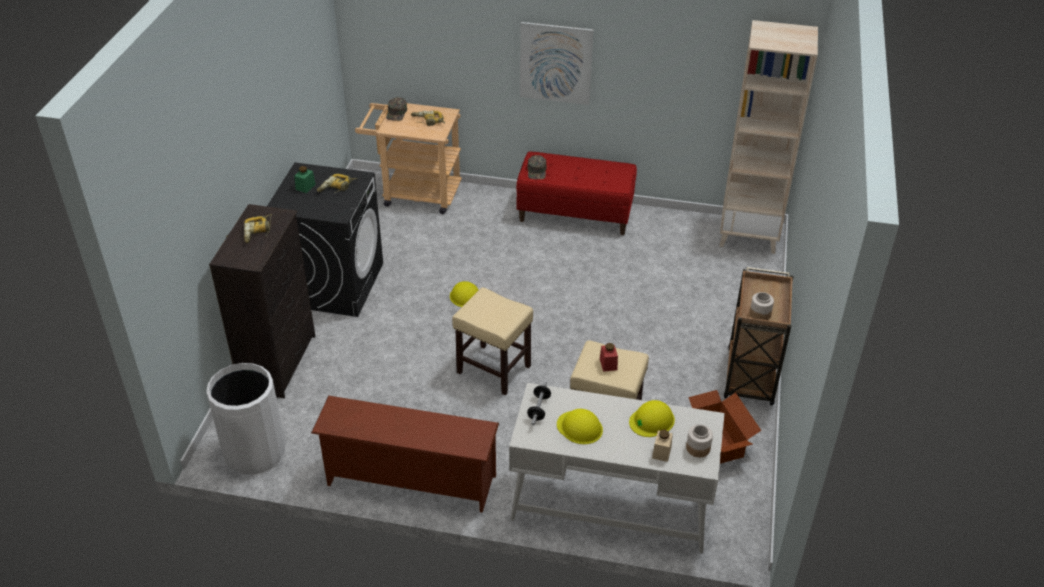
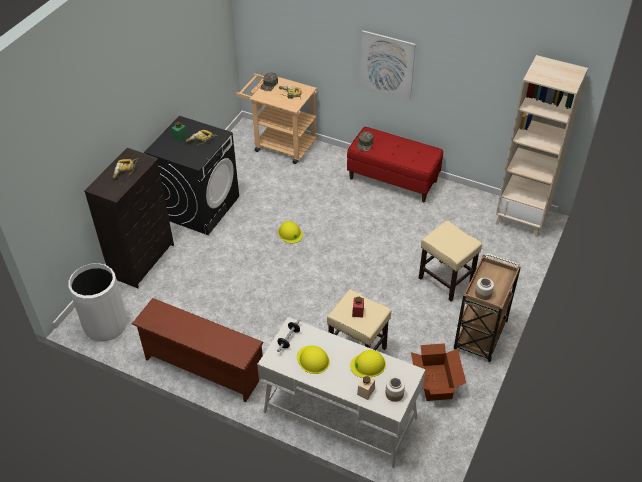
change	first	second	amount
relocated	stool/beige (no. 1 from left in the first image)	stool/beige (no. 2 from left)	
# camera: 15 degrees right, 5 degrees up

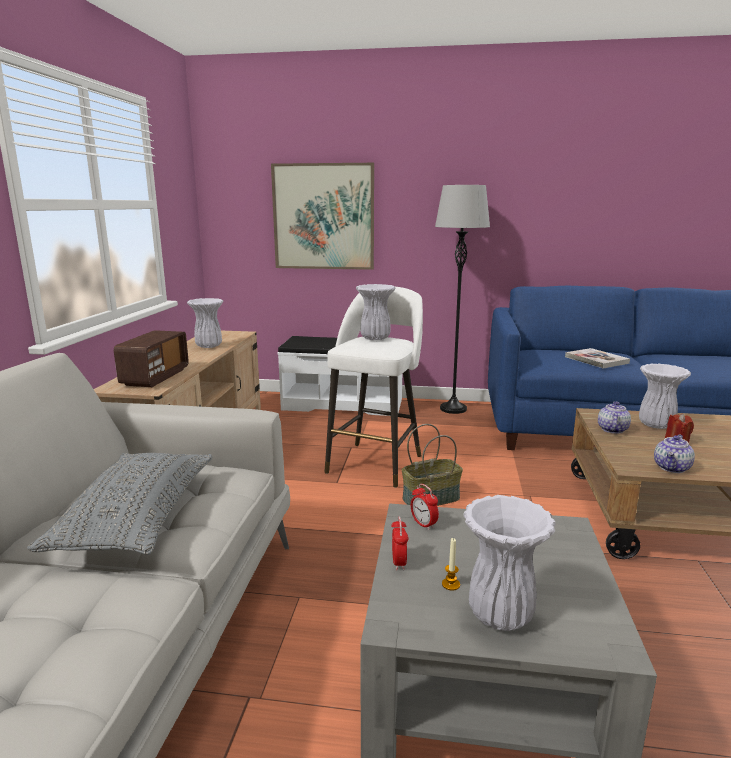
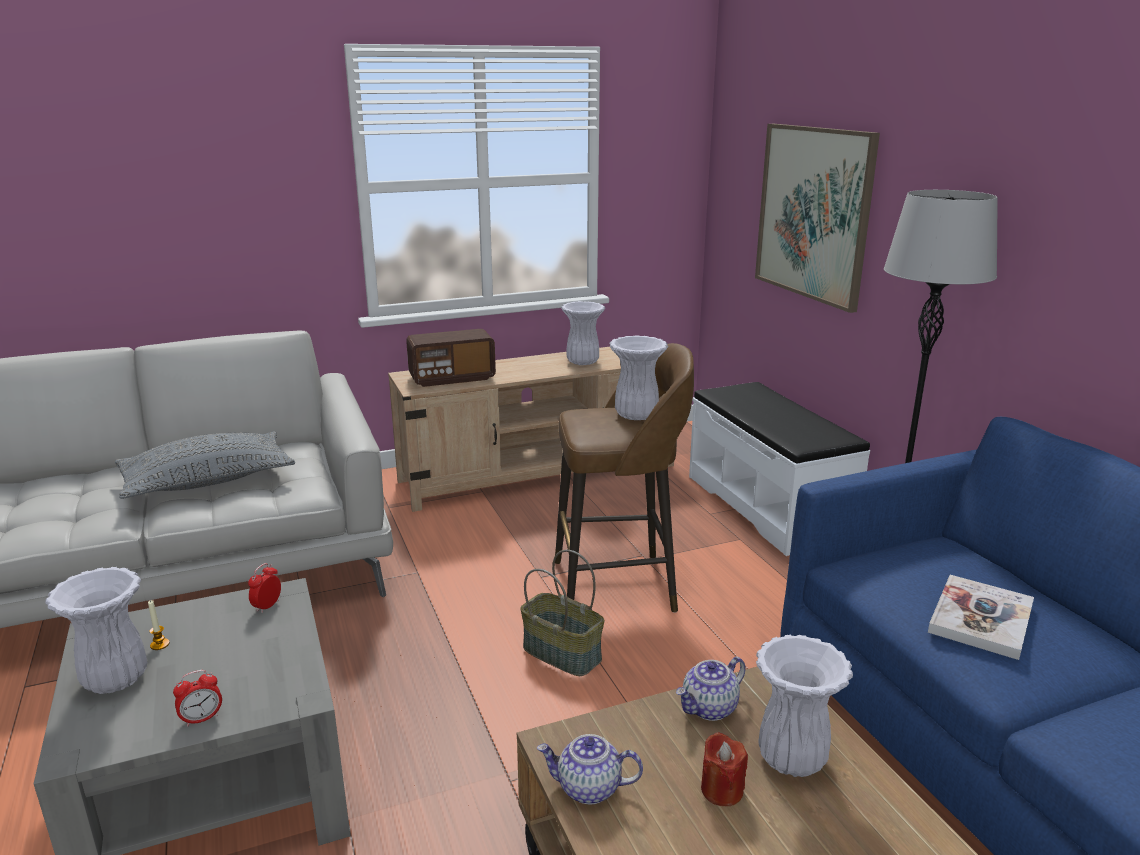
change	first	second	amount
colour	stool/white	stool/brown	
spun	teapot (no. 1 from left in the first image)	teapot (no. 2 from left)	150 degrees clockwise
relocated	alarm clock (no. 1 from left)		
# camera: 60 degrees right, 5 degrees up

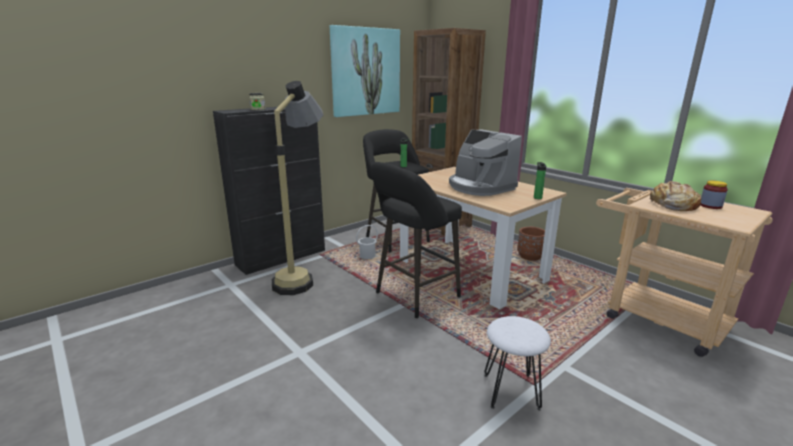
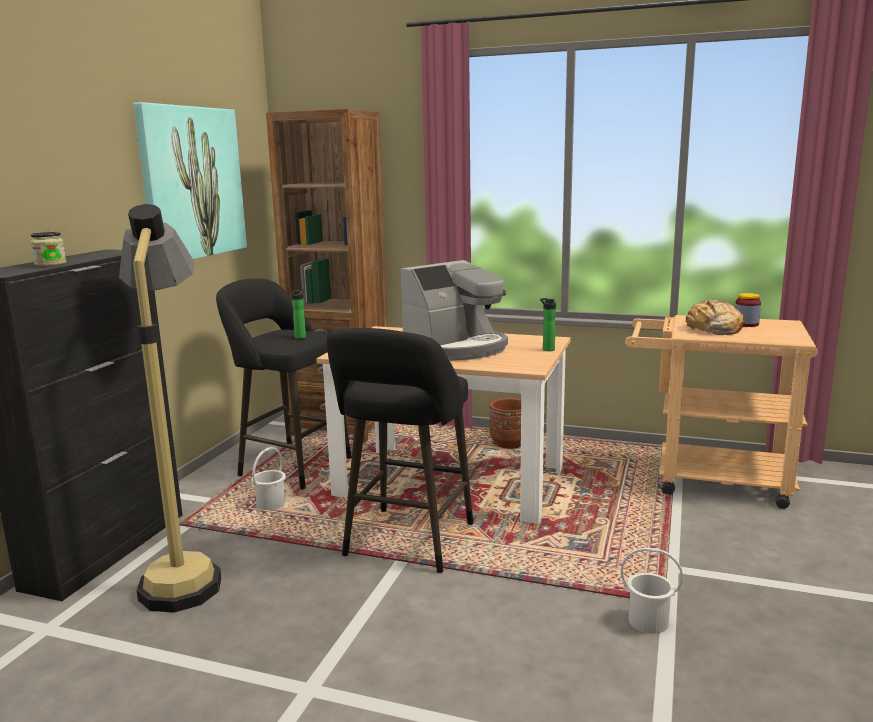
change	first	second	amount
spun	coffee machine		60 degrees counterclockwise
exchanged	stool/white	bucket/white (no. 2 from left)	
# camera: 30 degrees left, 5 degrees down

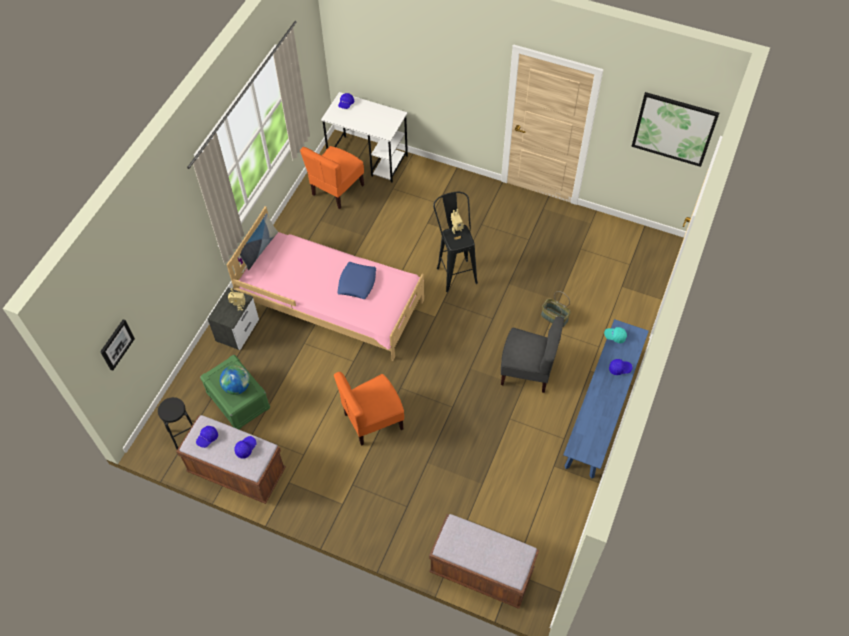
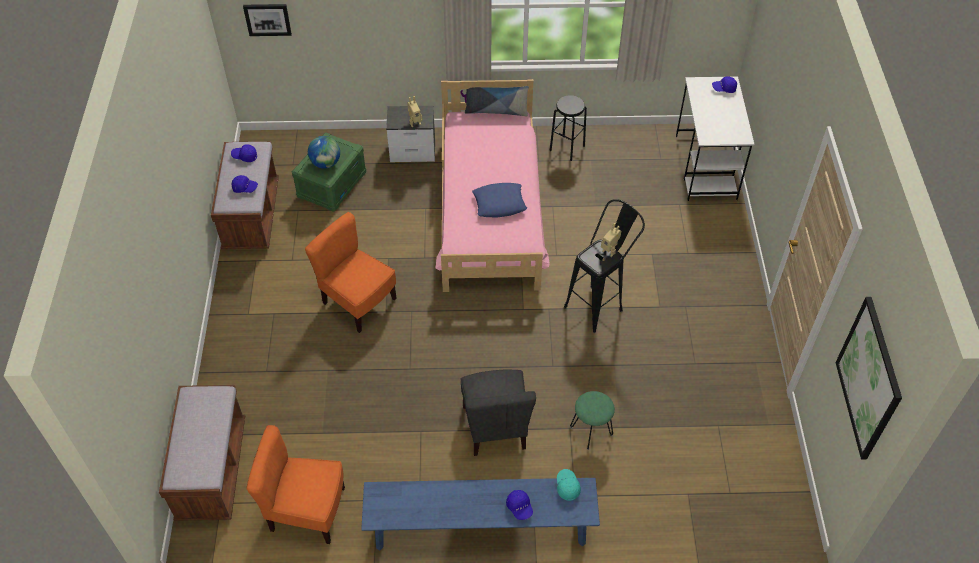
change	first	second	amount
relocated	chair/orange (no. 1 from left)		
exchanged	basket	stool/green	
relocated	stool/black (no. 1 from left)		
# camera: 65 degrees right, 5 degrees down

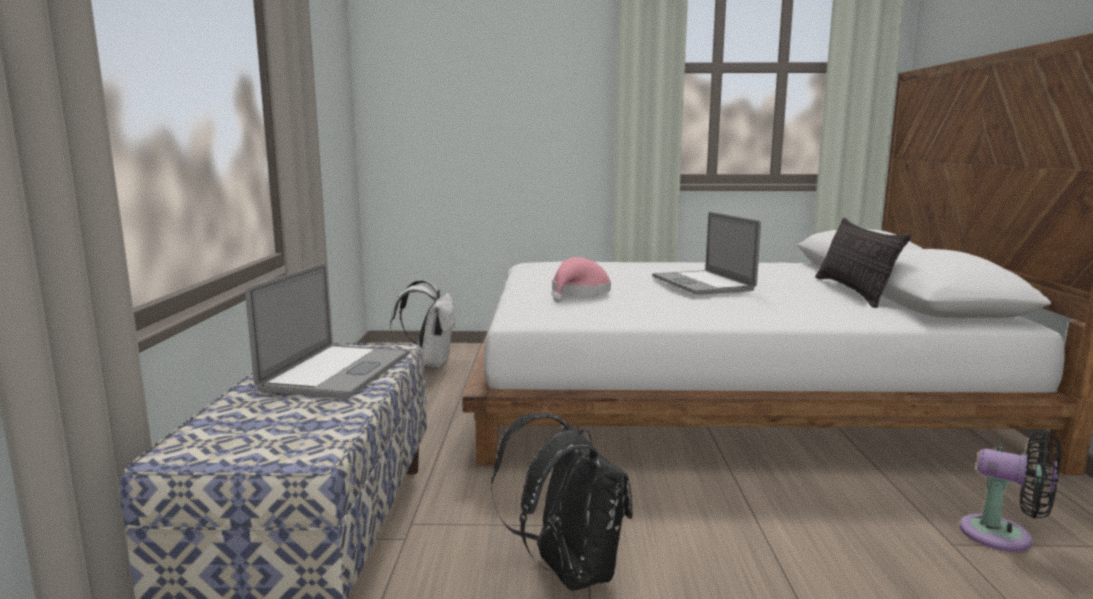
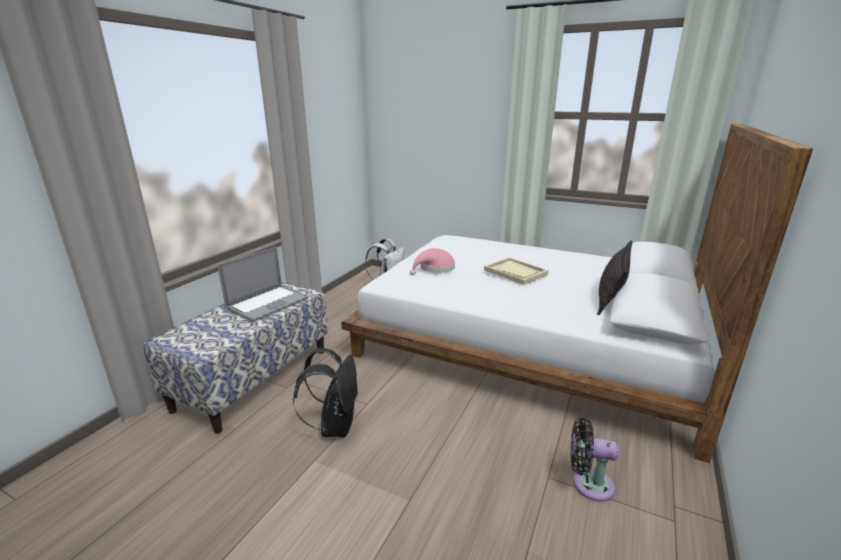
change	first	second	amount
exchanged	laptop (no. 2 from left)	tray/beige	
spun	fan/black		135 degrees clockwise
# camera: 25 degrees right, 10 degrees up

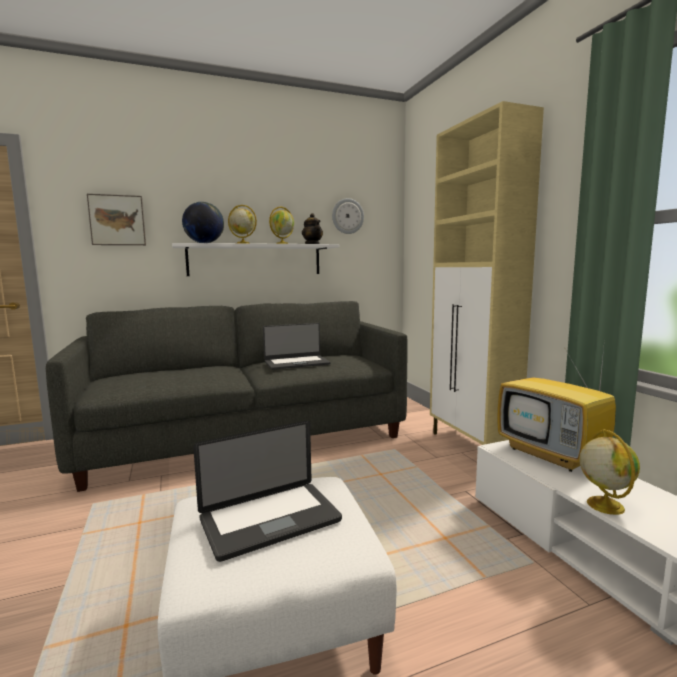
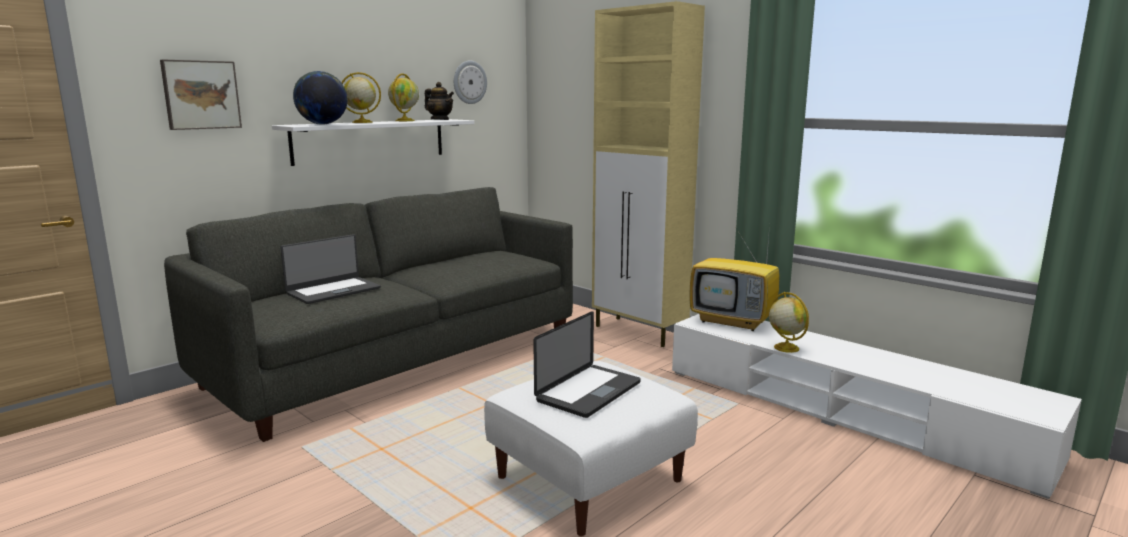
change	first	second	amount
relocated	laptop (no. 2 from left in the first image)	laptop (no. 1 from left)	
# camera: 25 degrees left, 5 degrees up

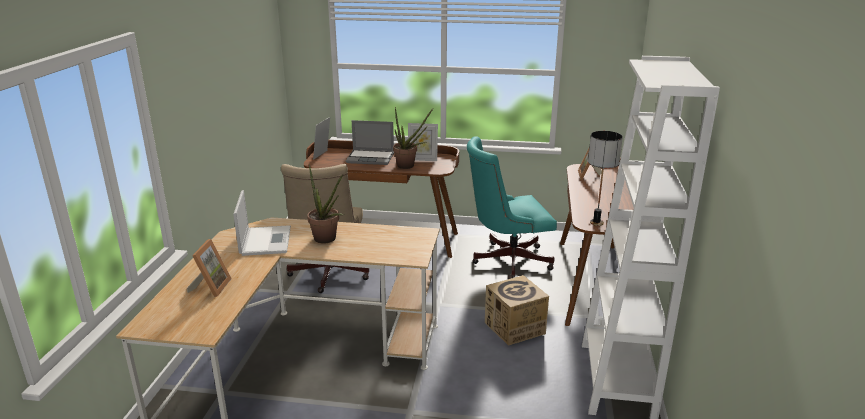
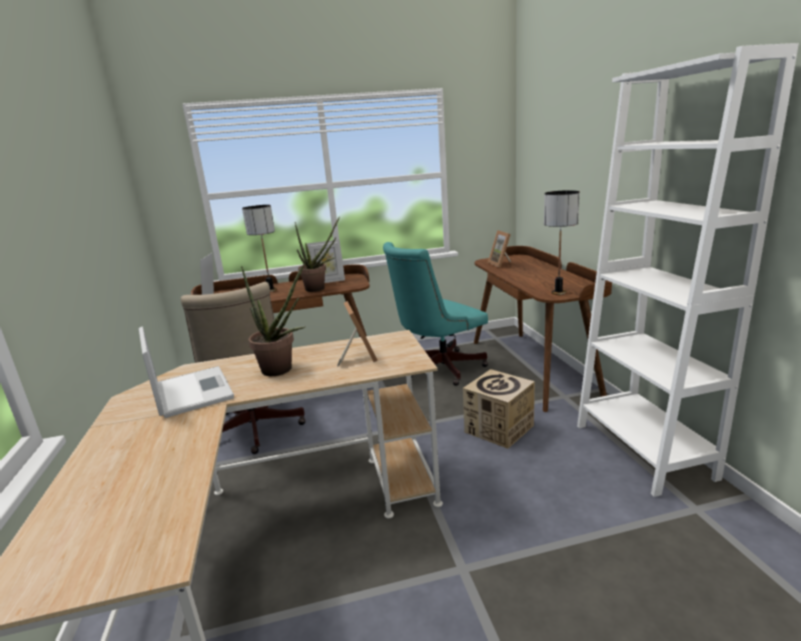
change	first	second	amount
exchanged	laptop (no. 2 from left)	table lamp (no. 1 from left)	
relocated	picture frame (no. 1 from left in the first image)	picture frame (no. 3 from left)	
# camera: 20 degrees left, 5 degrees down

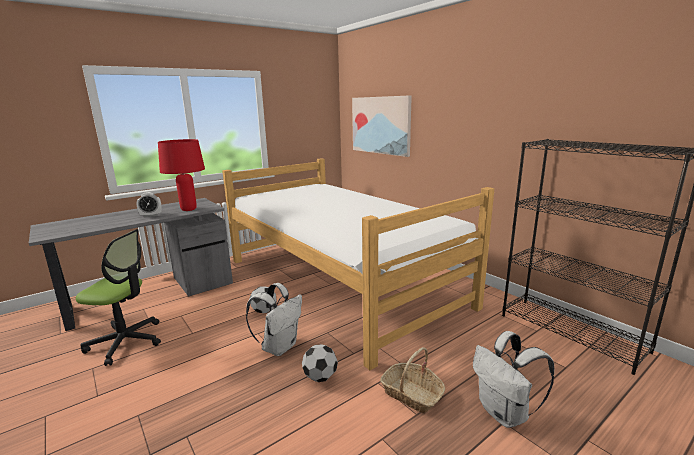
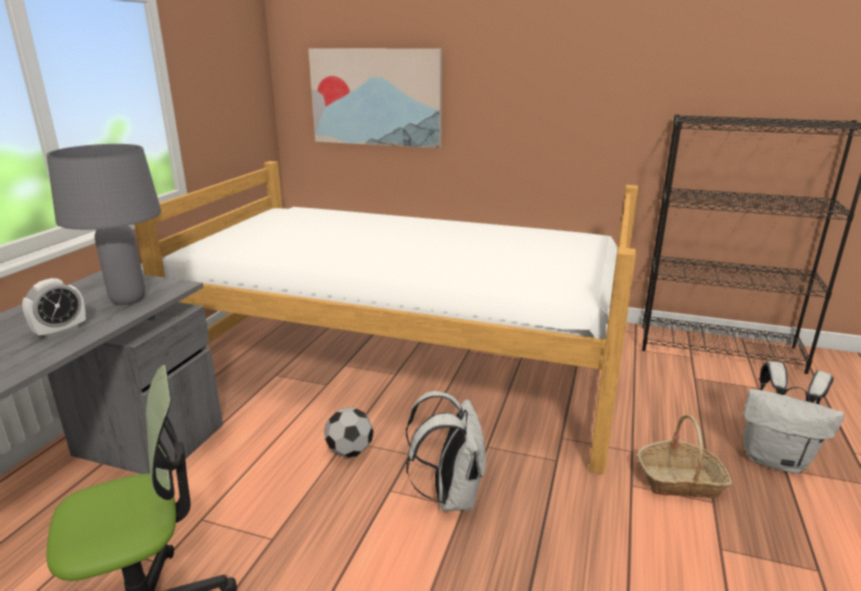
change	first	second	amount
colour	table lamp/red	table lamp/grey	
missing	football (no. 2 from left)		
# camera: 35 degrees left, 5 degrees up

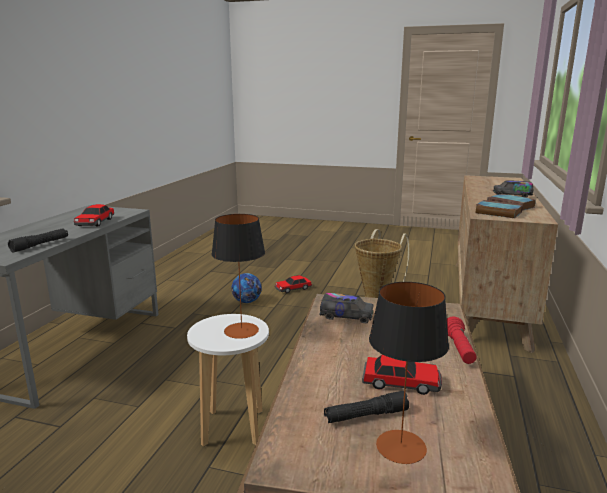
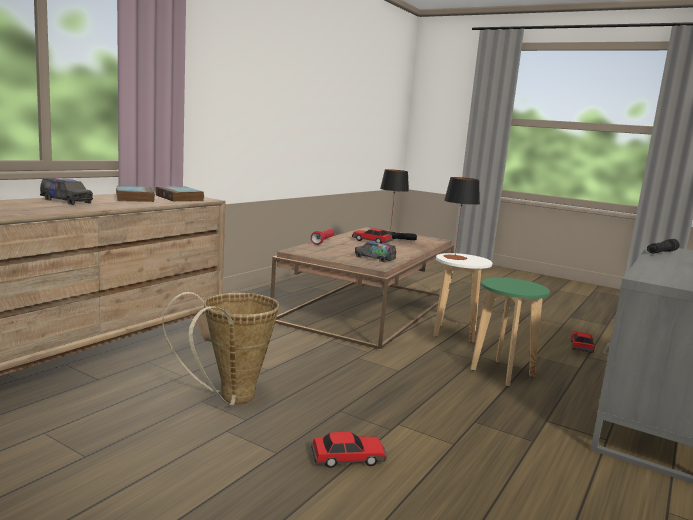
change	first	second	amount
relocated	toy car (no. 1 from left in the first image)	toy car (no. 3 from left)	
missing	football		
appeared		stool/green	
# camera: 165 degrees left, 5 degrees down

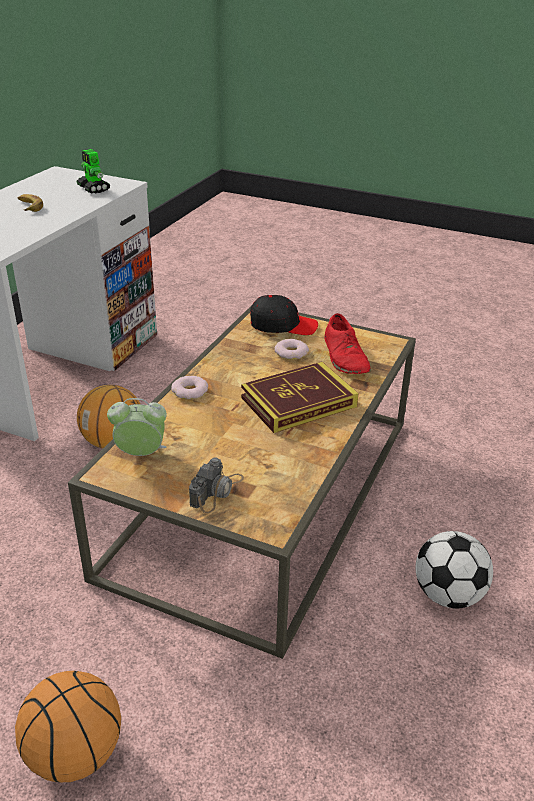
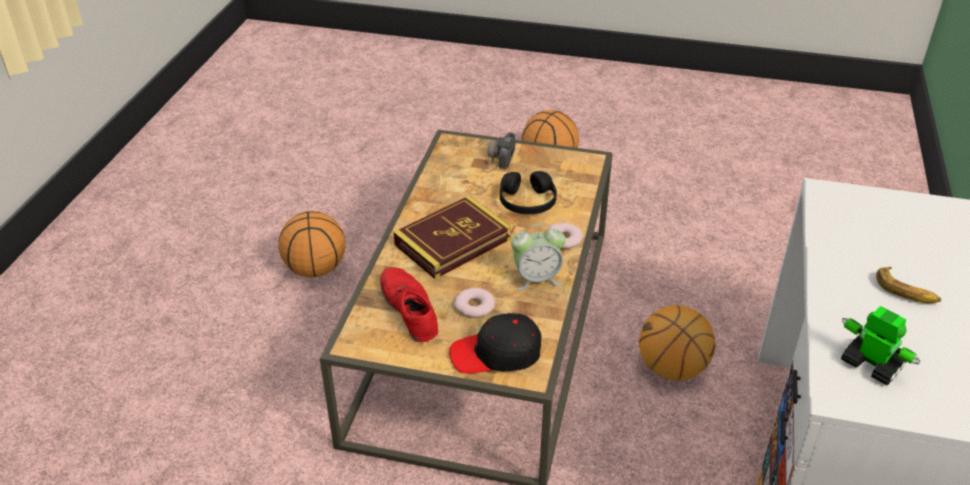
change	first	second	amount
relocated	alarm clock		
exchanged	football	basketball (no. 1 from left)	
appeared		headphones/black	
# camera: 170 degrees right, 5 degrees up

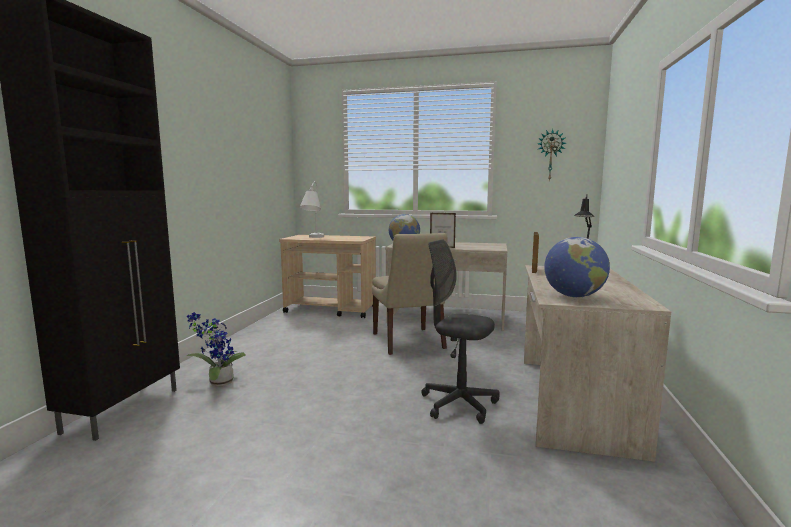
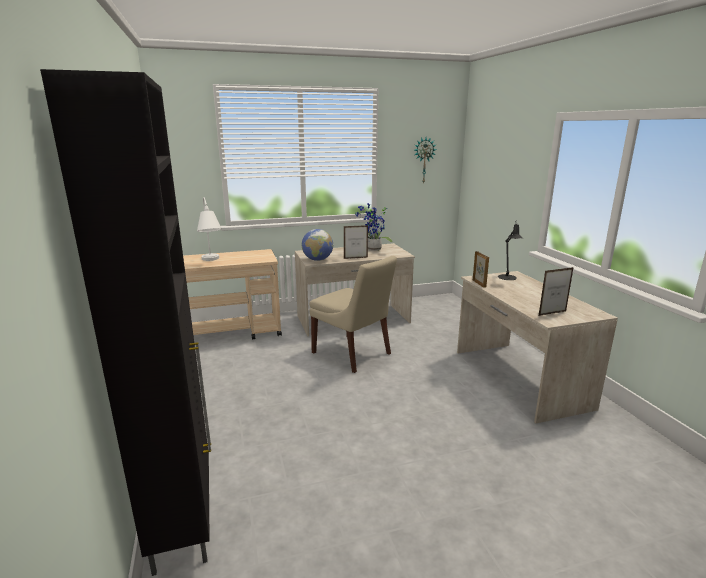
change	first	second	amount
exchanged	globe (no. 2 from left)	picture frame (no. 3 from left)	
missing	office chair/grey		
relocated	potted plant		
# camera: 30 degrees left, 10 degrees up

